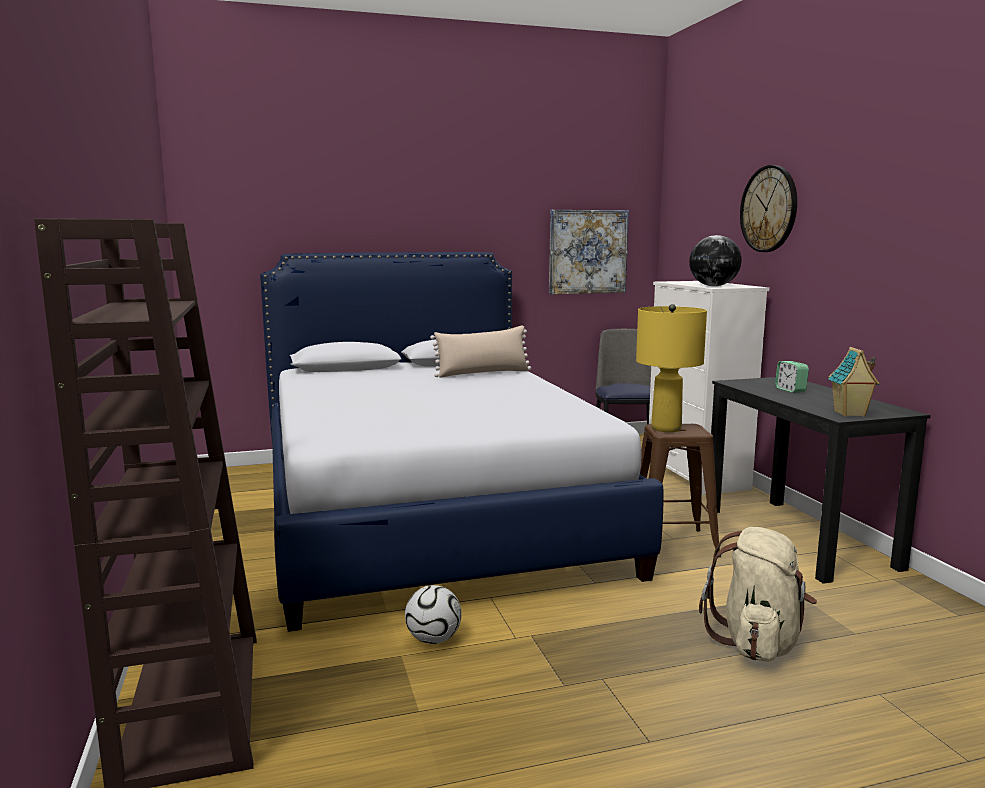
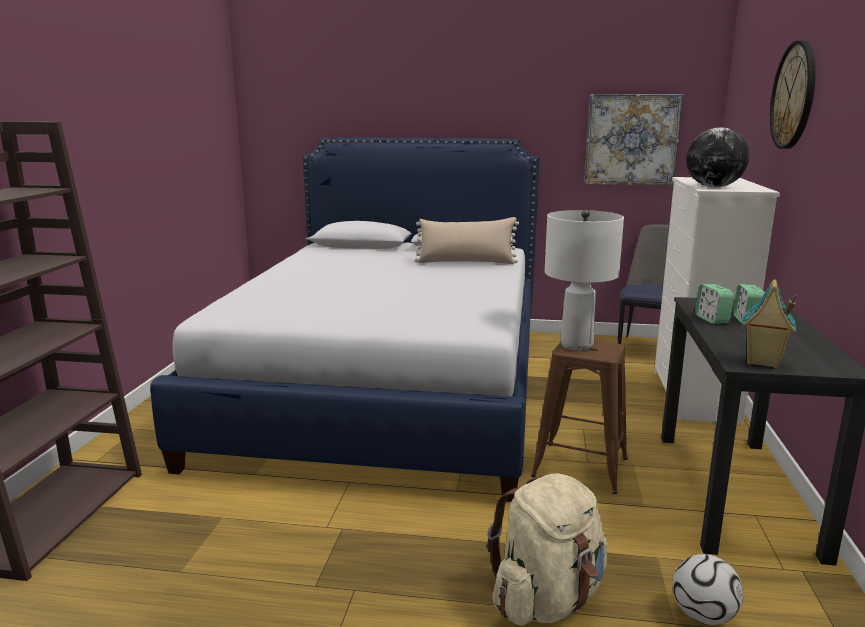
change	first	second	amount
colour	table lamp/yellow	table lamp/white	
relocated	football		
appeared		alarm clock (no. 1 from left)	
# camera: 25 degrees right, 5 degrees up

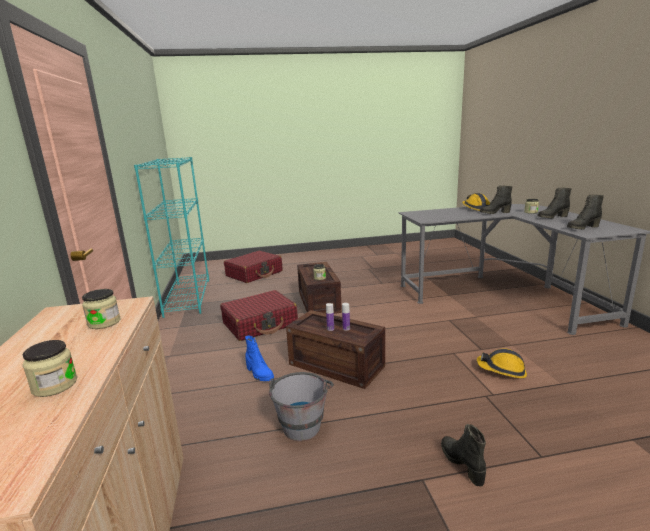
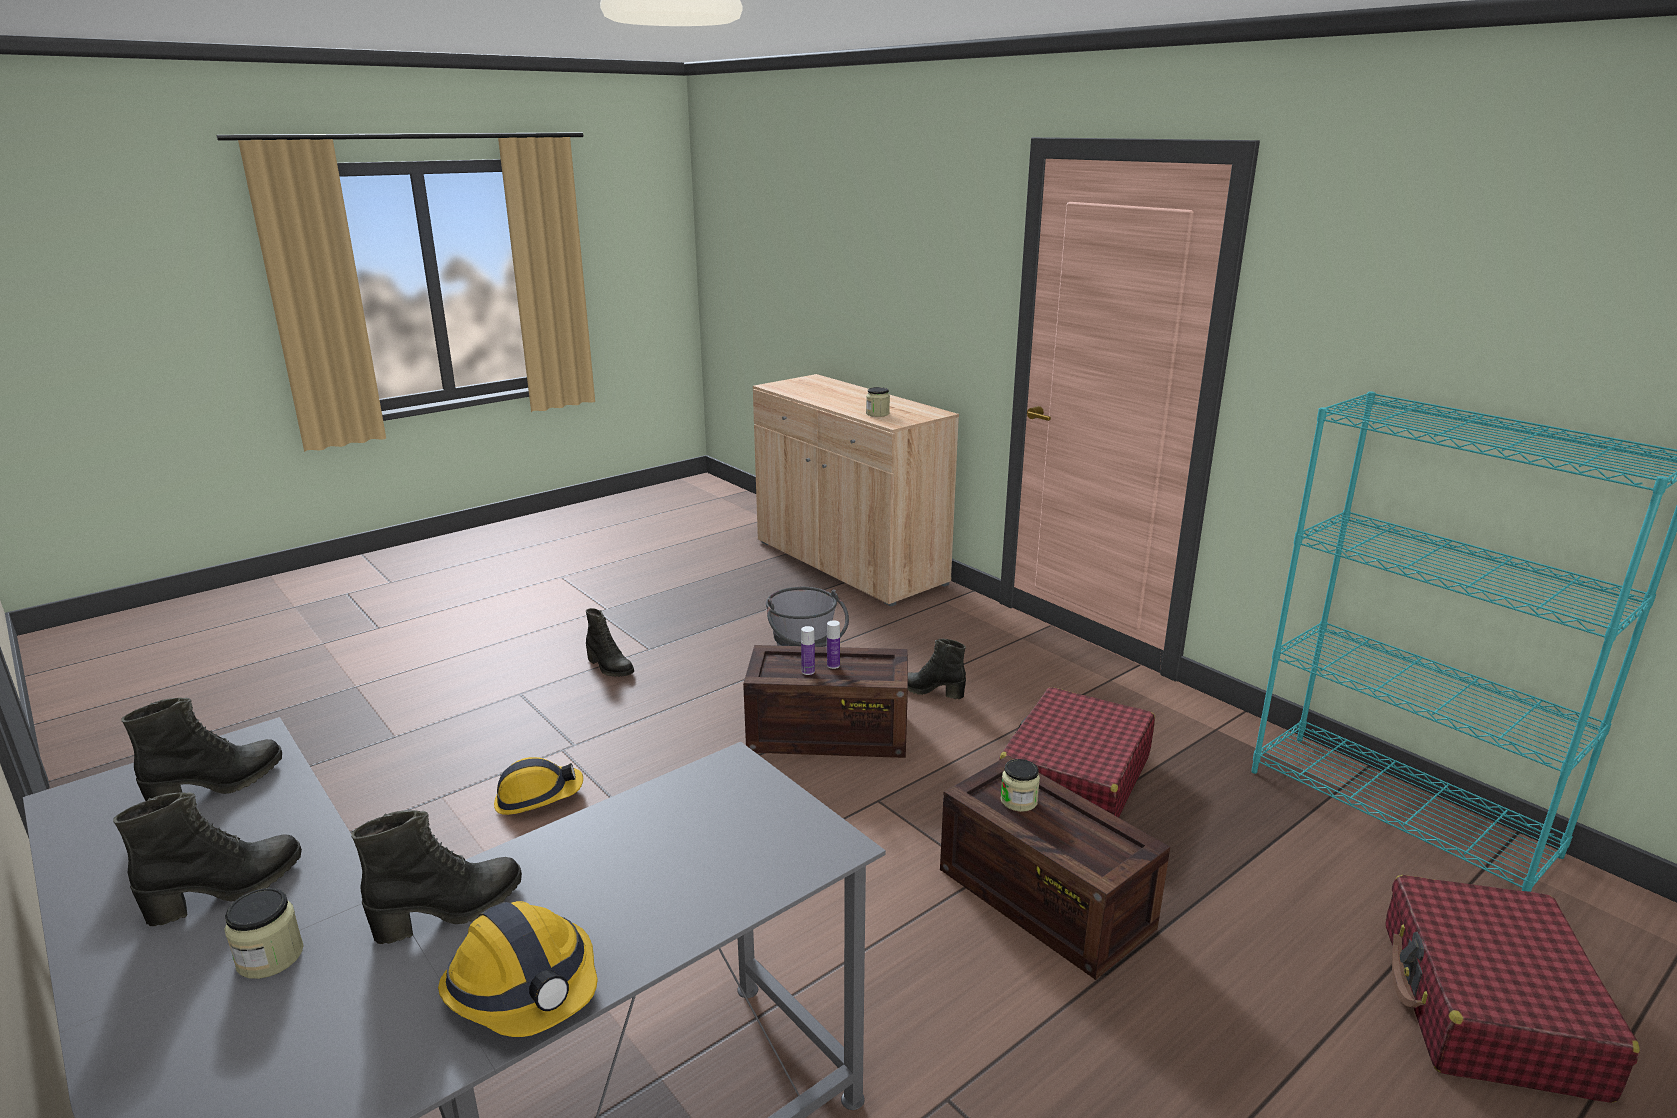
change	first	second	amount
colour	boot/blue	boot/black (no. 5 from left)	
missing	jar (no. 1 from left)		
# camera: 150 degrees right, 5 degrees up

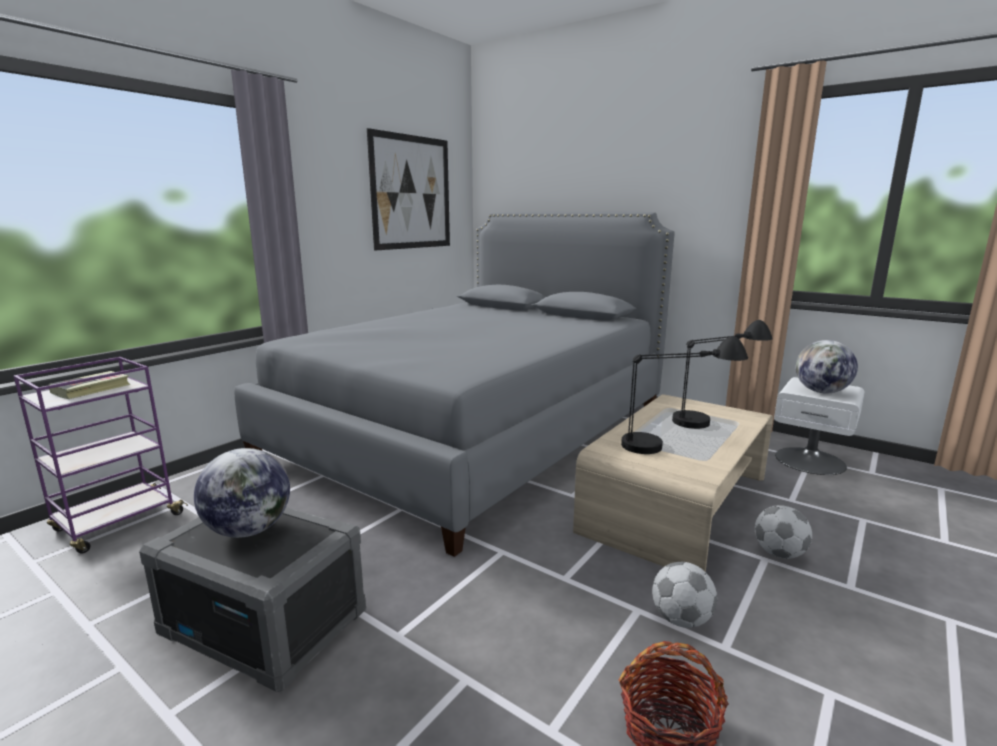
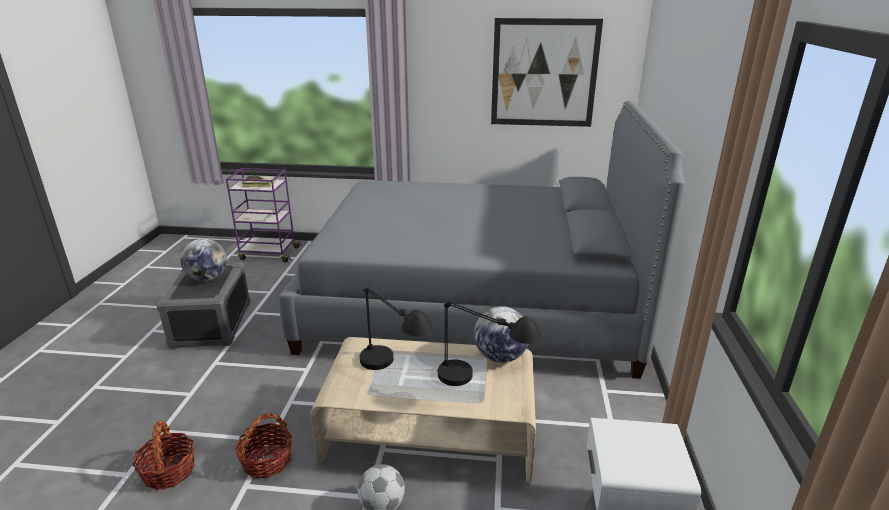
change	first	second	amount
relocated	globe (no. 2 from left)		
exchanged	football (no. 1 from left)	basket (no. 2 from left)	
# camera: 60 degrees right, 10 degrees up

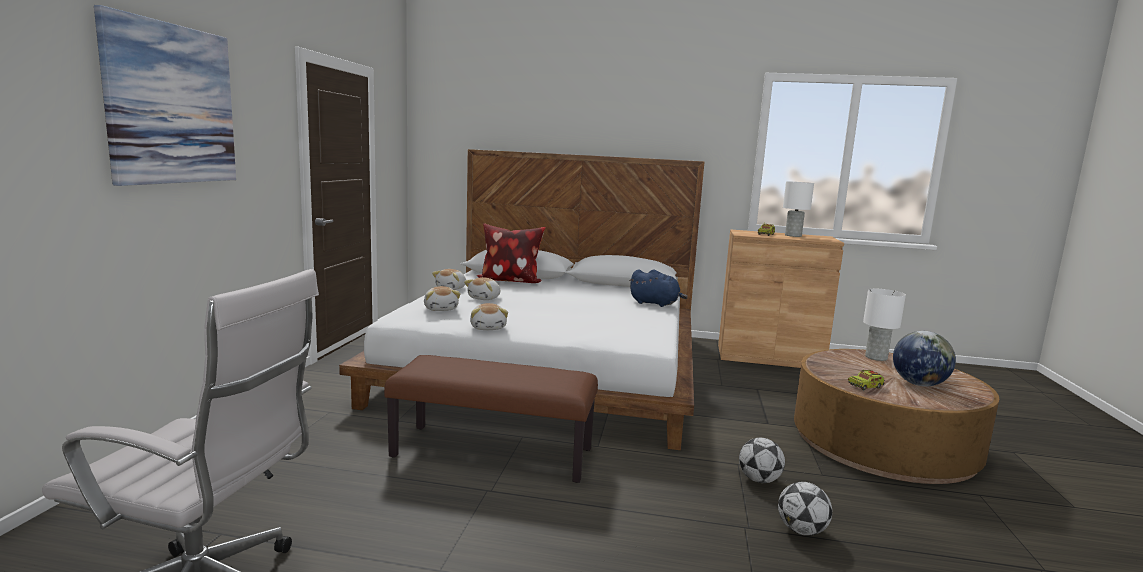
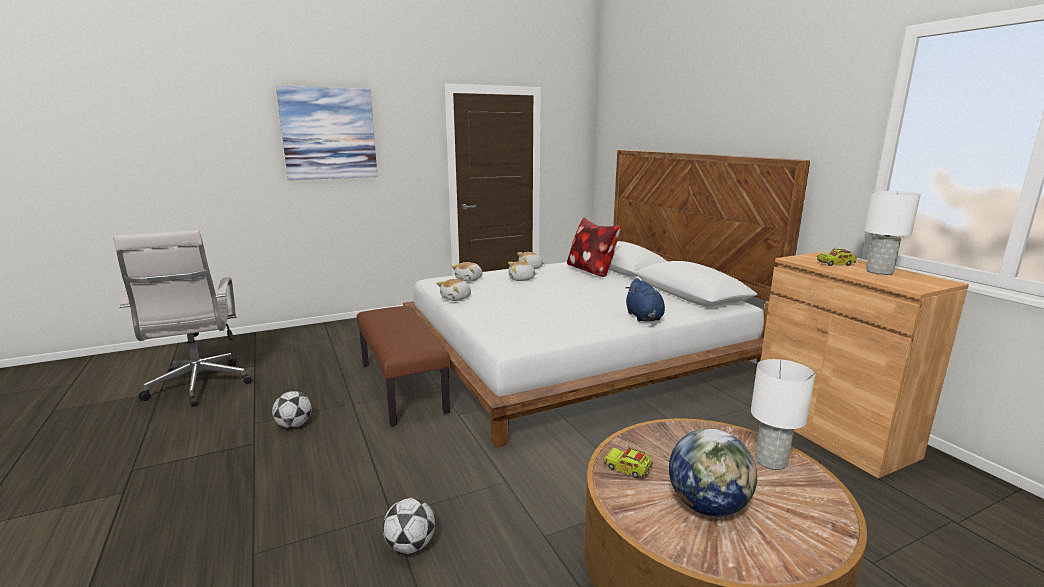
change	first	second	amount
relocated	football (no. 1 from left)		
# camera: 55 degrees right, 5 degrees up

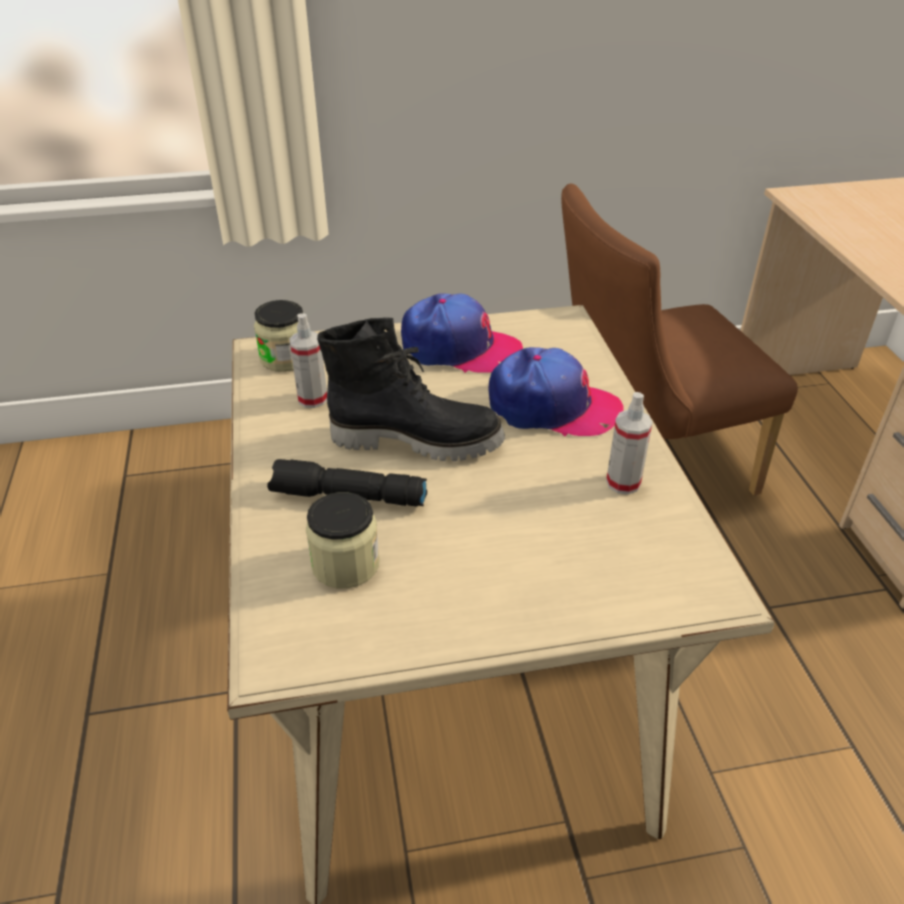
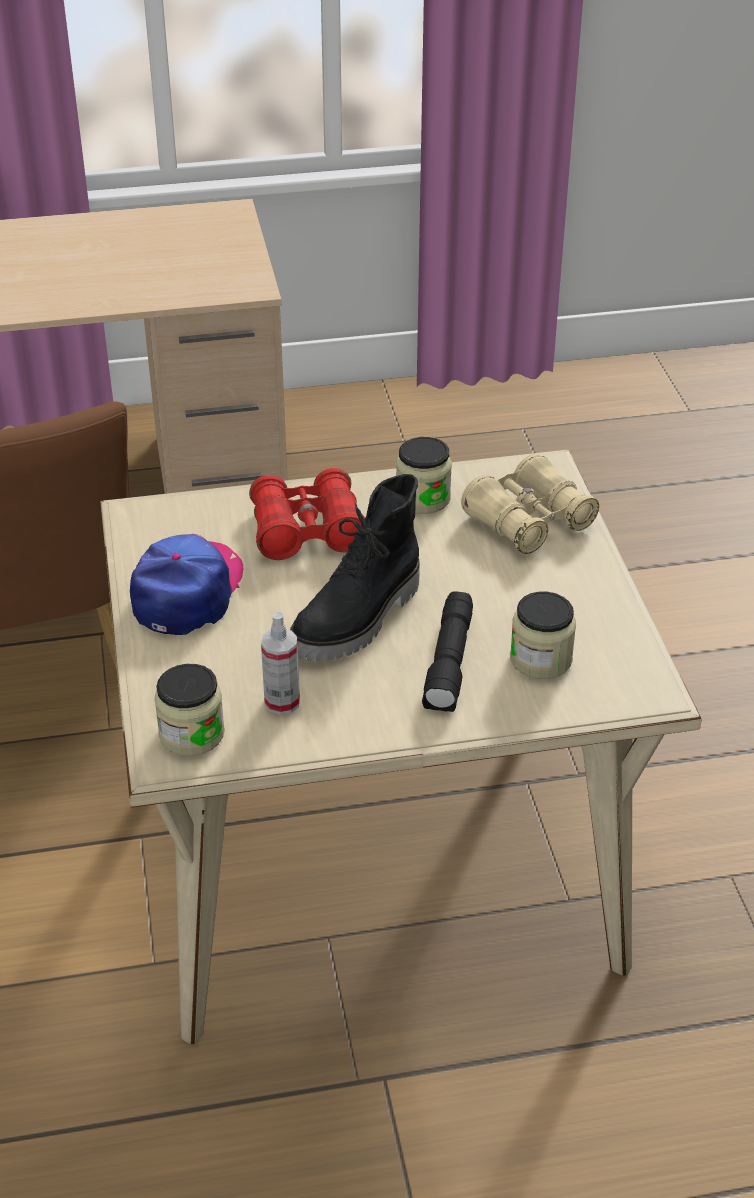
change	first	second	amount
spun	boot/black		150 degrees counterclockwise
exchanged	cap (no. 2 from left)	binoculars/red	
exchanged	spray bottle (no. 2 from left)	jar (no. 2 from left)	
appeared		binoculars/beige	
# camera: 90 degrees left, 0 degrees up

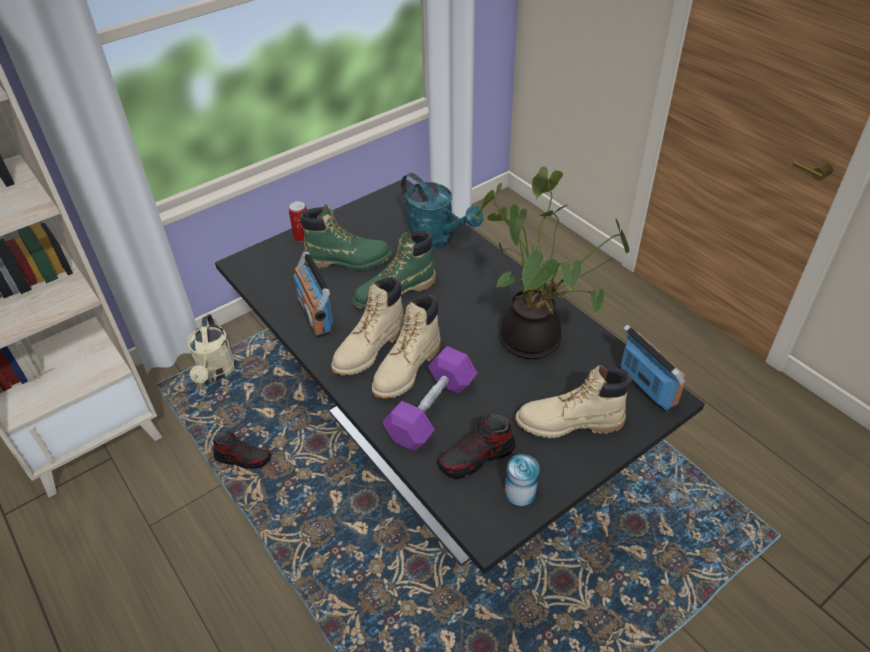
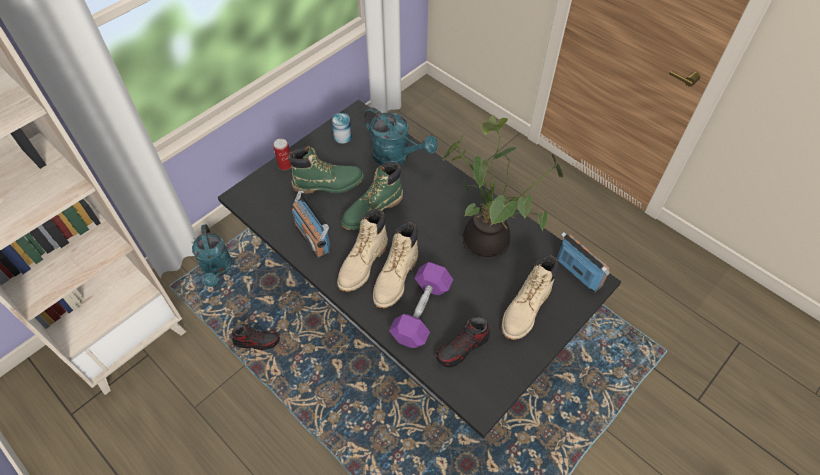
change	first	second	amount
colour	watering can/beige	watering can/turquoise (no. 1 from left)	
spun	boot/beige (no. 3 from left)		45 degrees counterclockwise
relocated	can (no. 2 from left)		
# camera: 10 degrees left, 10 degrees up

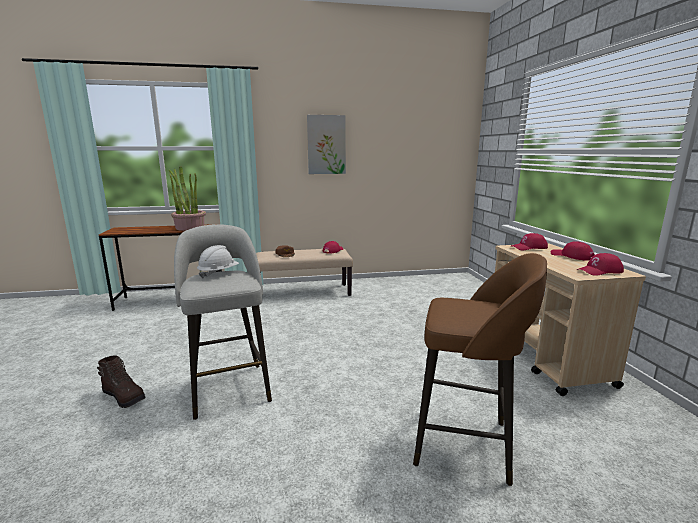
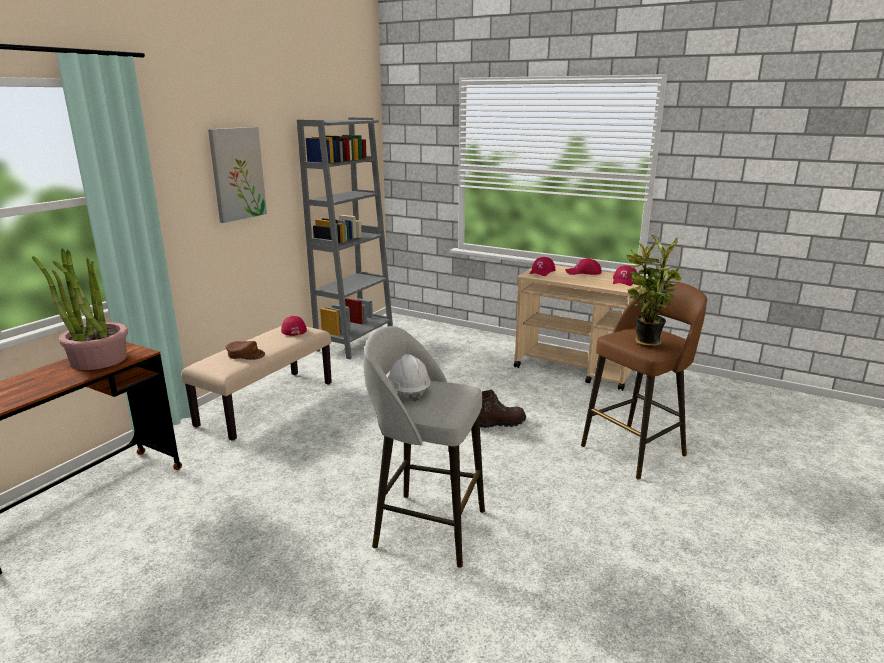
change	first	second	amount
relocated	boot/brown		
appeared		bookcase/grey	
appeared		potted plant (no. 2 from left)	
# camera: 50 degrees left, 5 degrees up

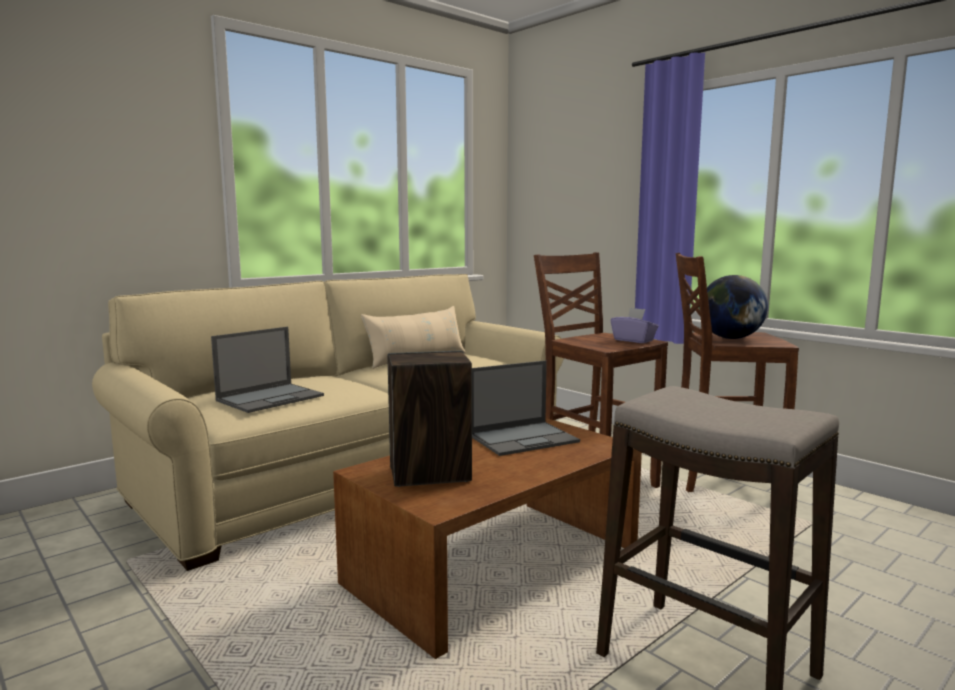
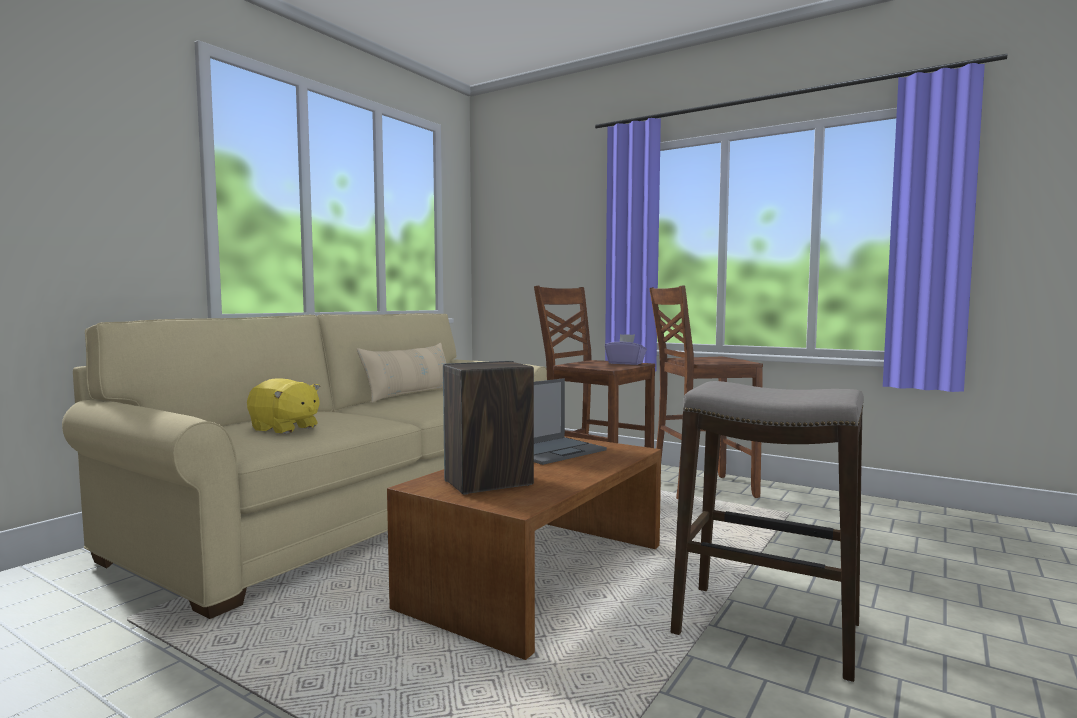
change	first	second	amount
missing	globe		
exchanged	laptop (no. 1 from left)	plush toy/yellow	
# camera: 15 degrees left, 5 degrees down

